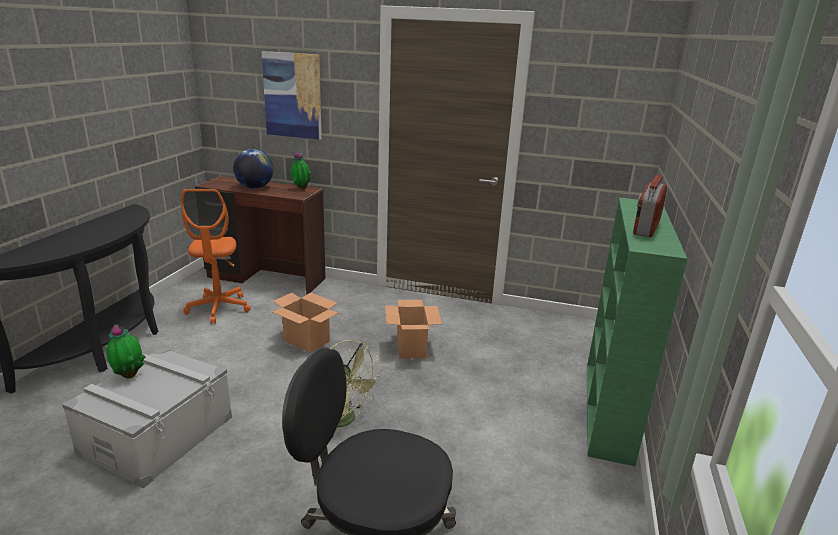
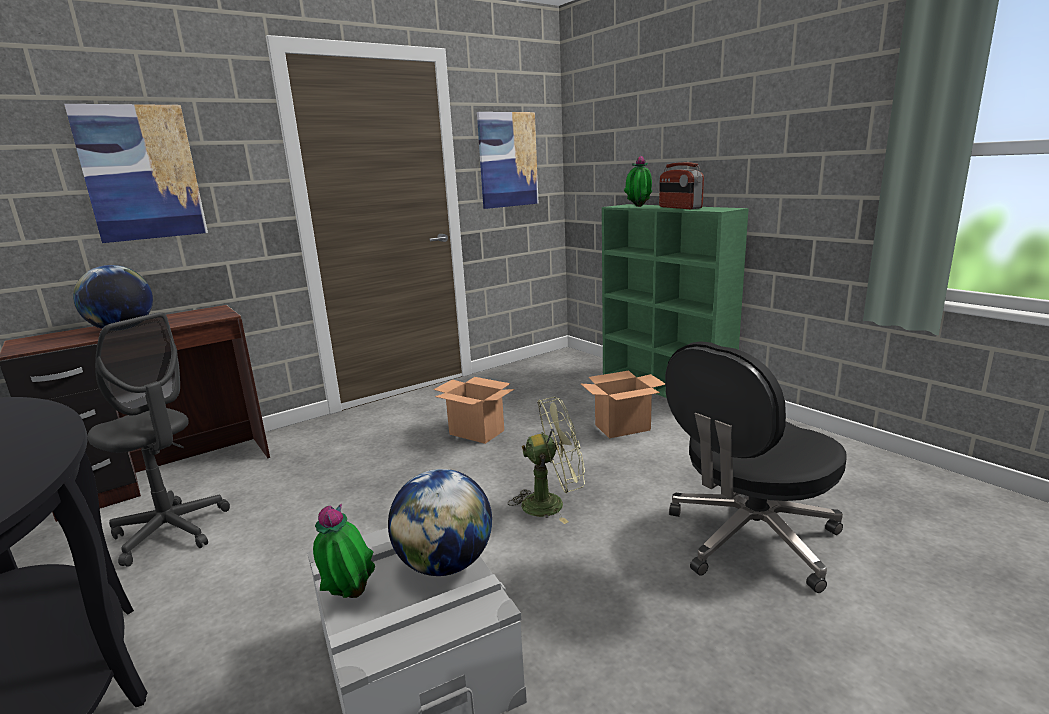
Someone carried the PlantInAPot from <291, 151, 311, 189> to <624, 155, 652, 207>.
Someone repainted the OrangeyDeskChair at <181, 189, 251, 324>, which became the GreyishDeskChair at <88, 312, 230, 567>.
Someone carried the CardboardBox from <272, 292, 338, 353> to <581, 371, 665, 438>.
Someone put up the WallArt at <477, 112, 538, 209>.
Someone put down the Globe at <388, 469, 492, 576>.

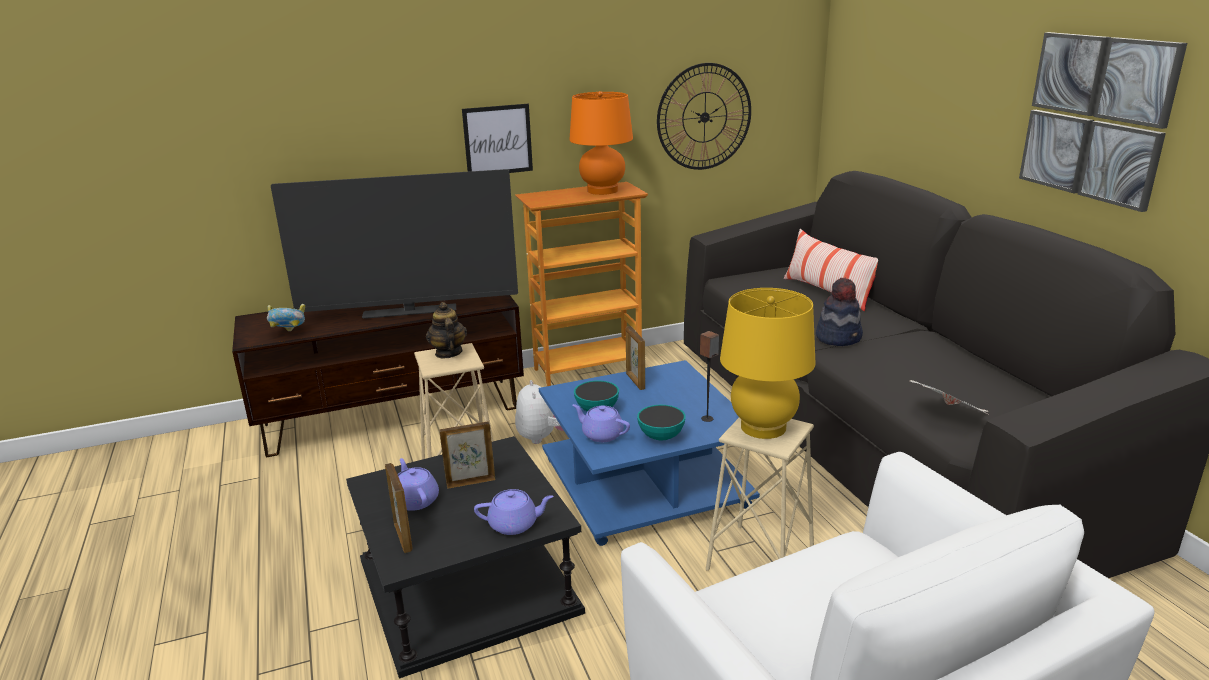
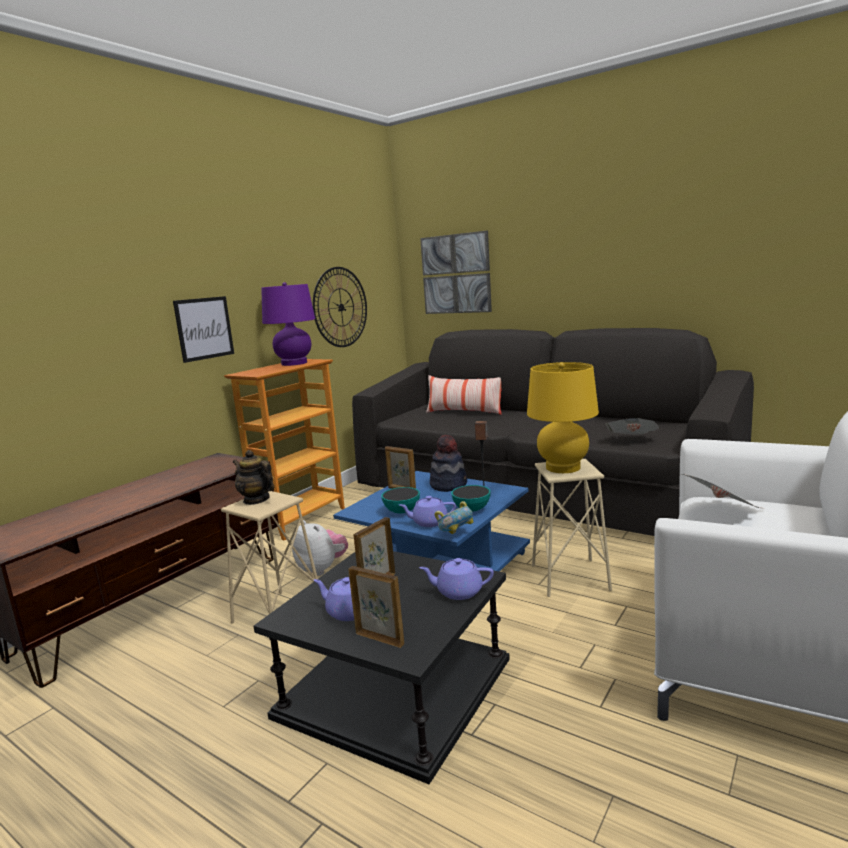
Someone carried the WallArt from <1019, 32, 1187, 212> to <420, 231, 492, 314>.
Someone repainted the OrangeyTableLamp at <569, 91, 633, 195>, which became the PurpleColouredTableLamp at <261, 282, 315, 366>.
Someone took away the Television at <271, 169, 518, 319>.
Someone carried the Hat from <816, 278, 863, 346> to <430, 435, 467, 492>.
Someone carried the DeepDish from <267, 304, 305, 331> to <435, 501, 474, 534>.
Someone rotated the PurpleColouredTeapot at <474, 489, 554, 535> by 135 degrees counterclockwise.
Someone put down the PrintedPaper at <682, 474, 761, 508>.

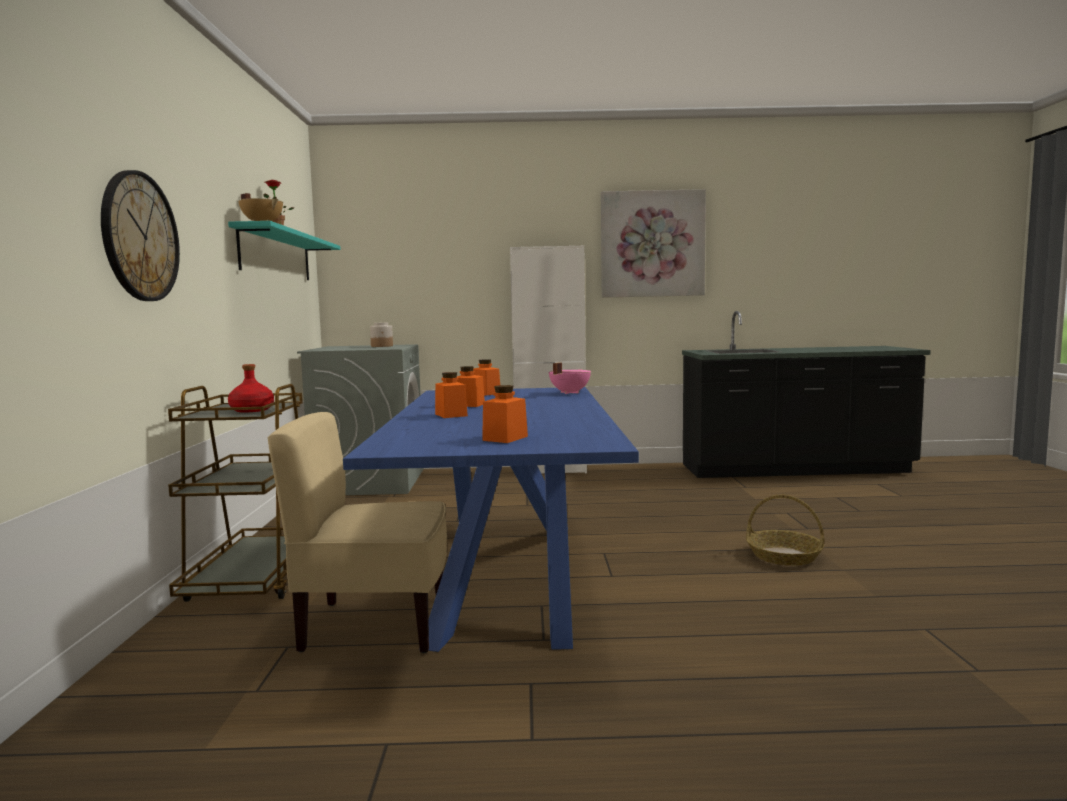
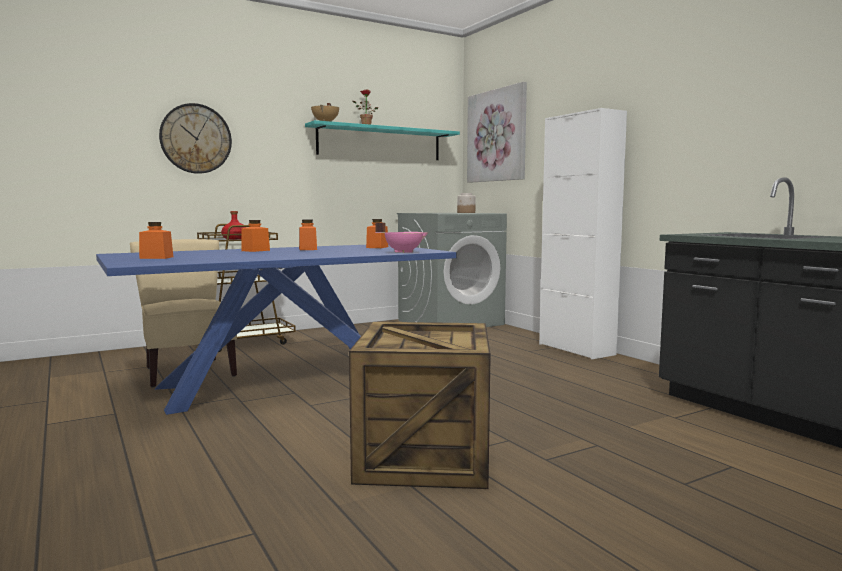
Someone carried the WallArt from <601, 189, 706, 298> to <467, 82, 527, 183>.
Someone swapped the Basket at <746, 495, 825, 566> for the ShippingCrate at <349, 322, 491, 489>.

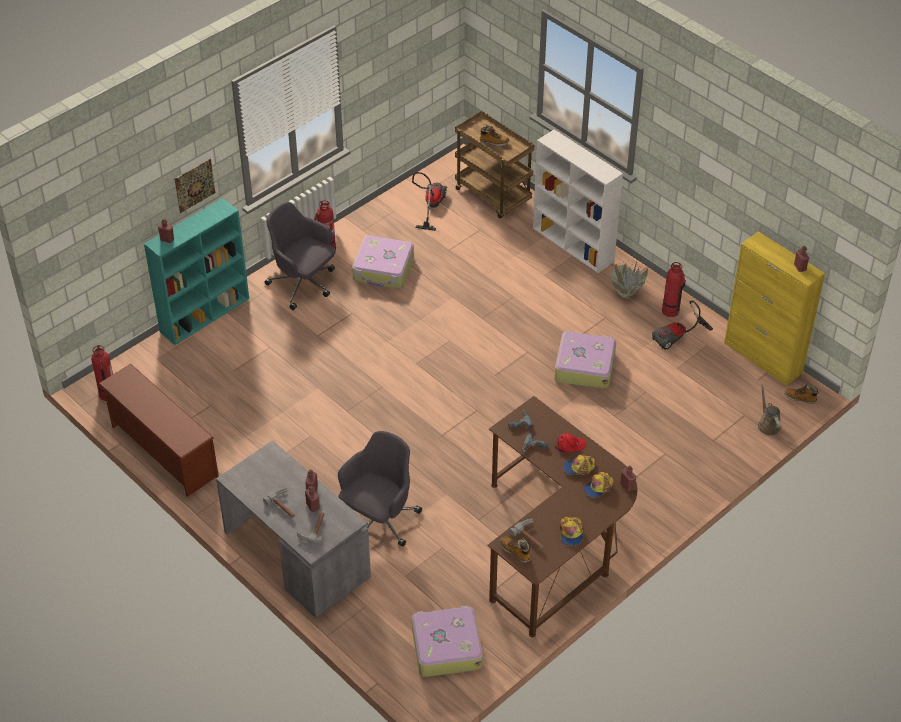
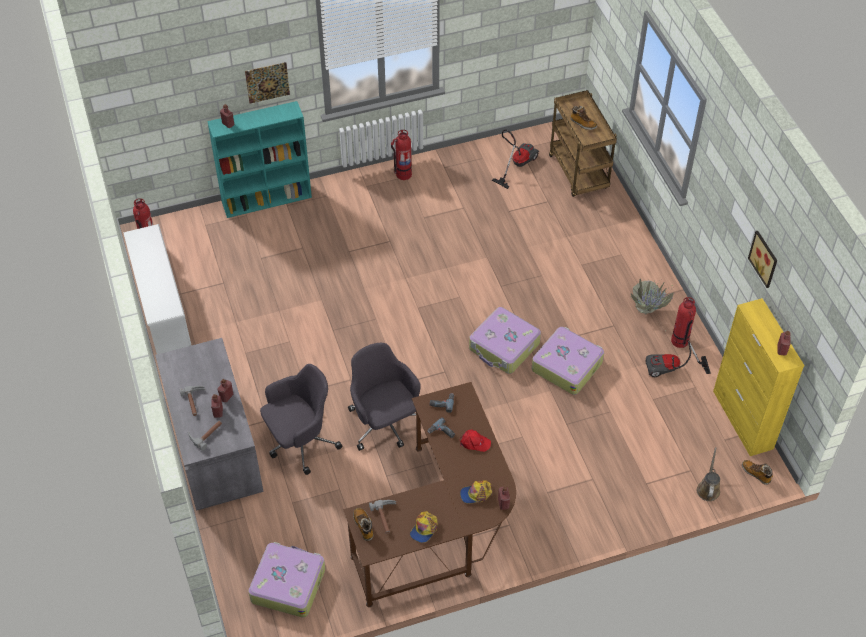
Someone took away the WhiteBookcase at <533, 130, 623, 273>.
Someone carried the GreyishDeskChair from <265, 202, 336, 310> to <348, 343, 421, 451>.
Someone carried the PieceOfLuggage from <352, 235, 414, 289> to <469, 307, 541, 374>.
Someone repainted the BrownShoeStand at <99, 364, 219, 497>, which became the WhiteShoeStand at <123, 224, 192, 354>.
Someone took away the PeakedCap at <563, 455, 595, 475>.
Someone put up the WallArt at <748, 231, 777, 288>.

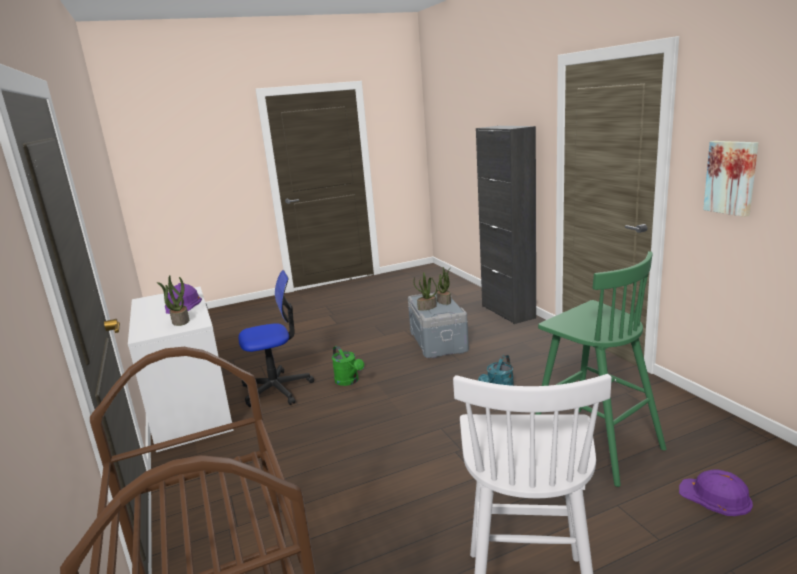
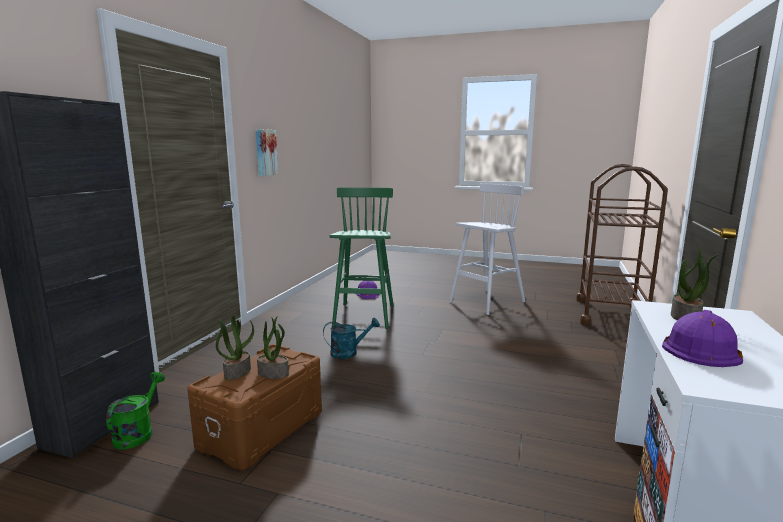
Someone took away the DeskChair at <239, 270, 314, 407>.
Someone repainted the GreyishStorageContainer at <408, 292, 469, 358>, which became the BrownStorageContainer at <187, 344, 322, 470>.
Someone carried the GreenishWateringCan from <332, 346, 364, 386> to <106, 372, 165, 449>.

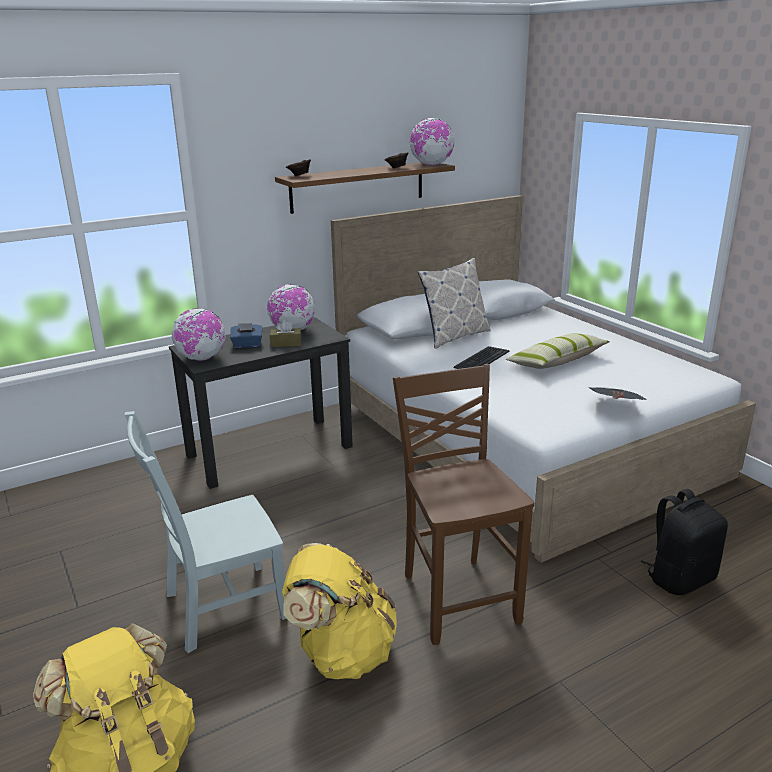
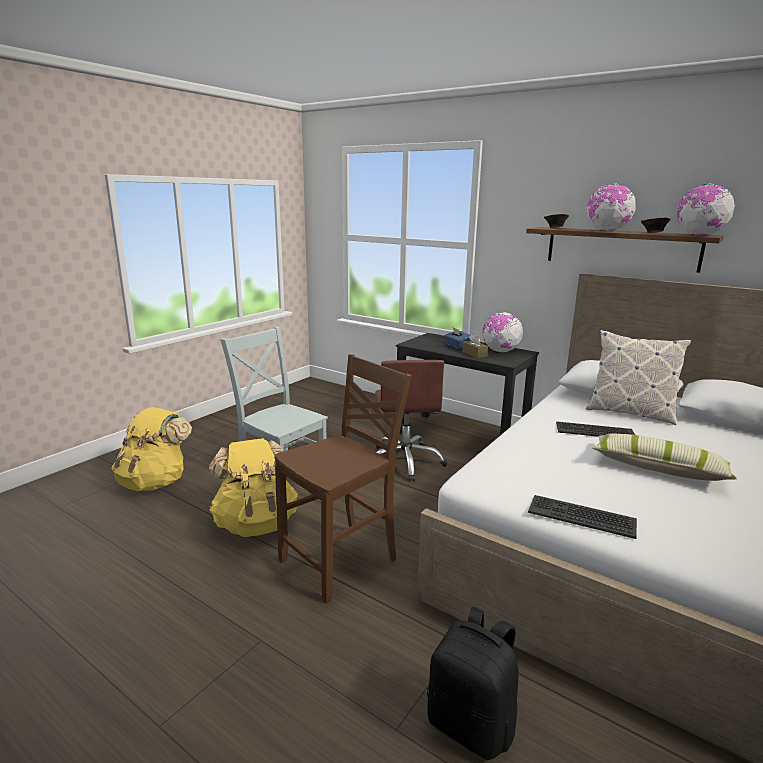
Someone carried the Globe from <172, 308, 226, 361> to <587, 183, 636, 231>.
Someone swapped the PrintedPaper at <588, 387, 647, 400> for the ComputerKeyboard at <528, 495, 637, 539>.
Someone put down the BrownDeskChair at <375, 360, 448, 482>.

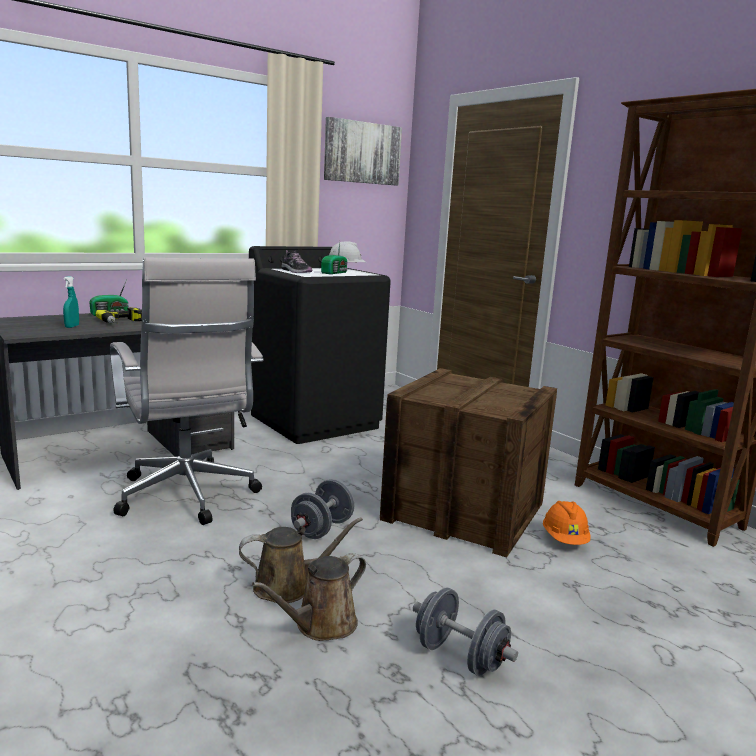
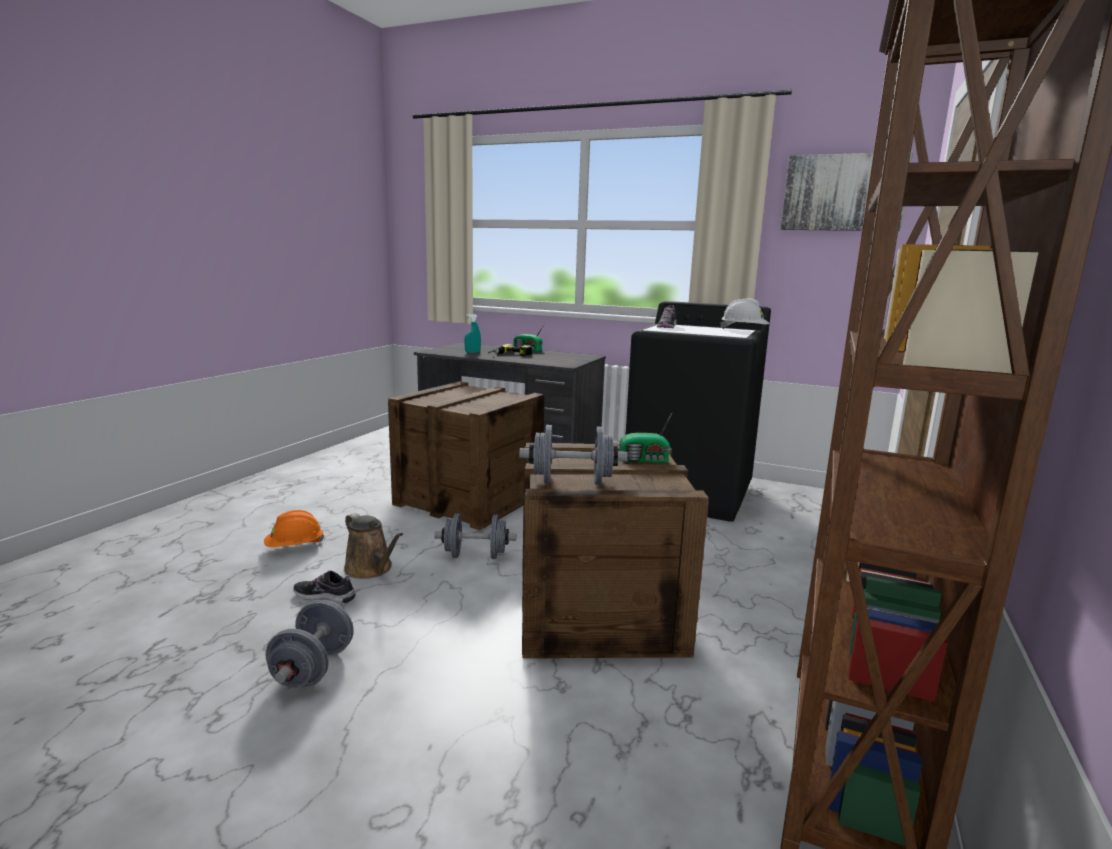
Someone carried the RadioReceiver from <321, 241, 348, 274> to <620, 413, 672, 463>.
Someone swapped the WhiteDeskChair at <110, 258, 263, 525> for the ShippingCrate at <388, 381, 545, 530>.
Someone carried the OrangeyHardHat from <543, 501, 591, 545> to <264, 510, 324, 547>.
Someone swapped the BrownWateringCan at <252, 553, 366, 641> for the ItemOfFootwear at <293, 570, 356, 603>.
Someone put down the GreyishDumbbell at <519, 425, 628, 485>.

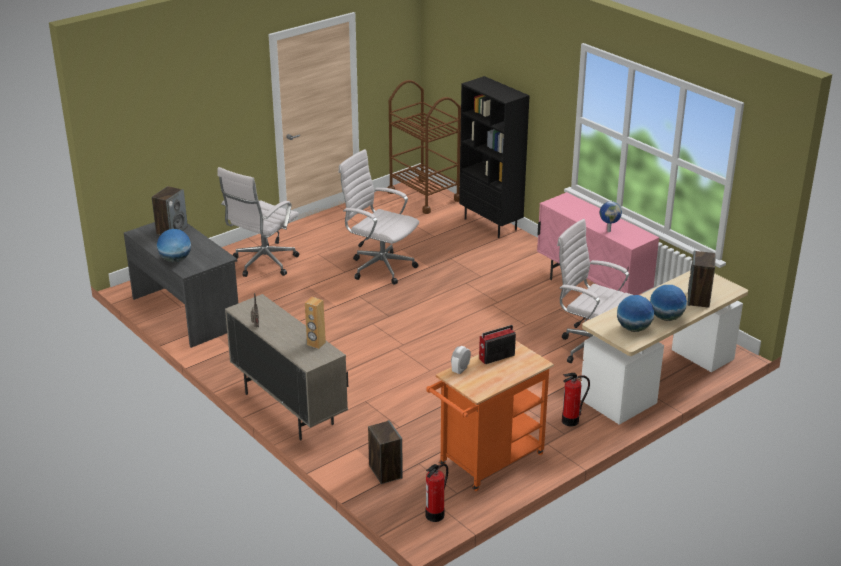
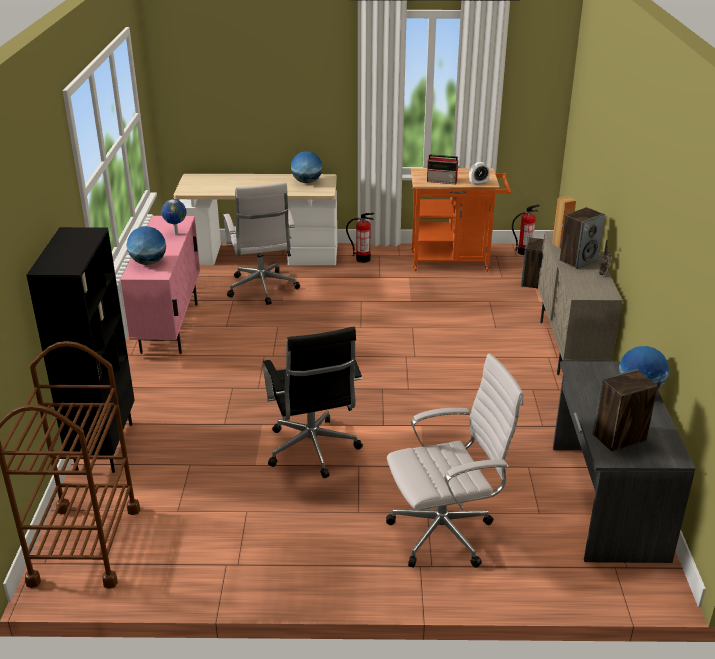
Someone repainted the WhiteDeskChair at <338, 149, 419, 285>, which became the BlackDeskChair at <263, 327, 363, 478>.
Someone carried the Speaker from <687, 250, 716, 308> to <560, 207, 605, 269>.
Someone carried the Globe from <650, 285, 687, 321> to <126, 226, 166, 265>.

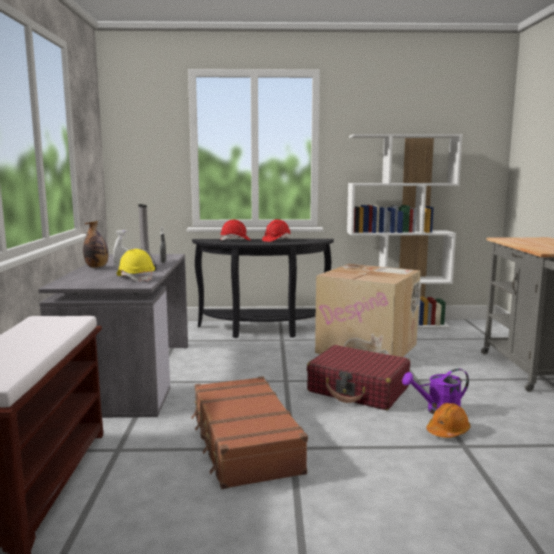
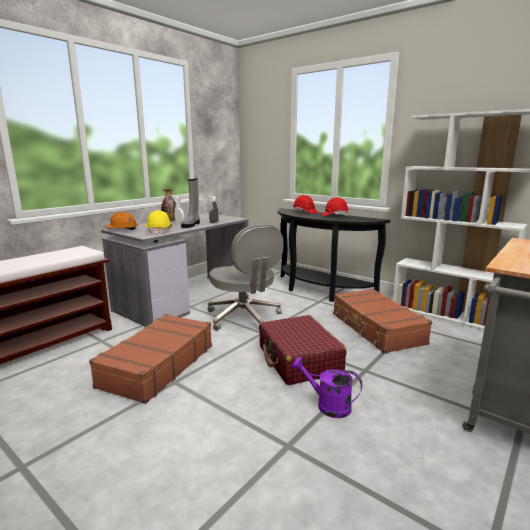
Someone swapped the CardboardBox at <315, 264, 421, 357> for the BrownPieceOfLuggage at <333, 289, 432, 353>.
Someone carried the OrangeyHardHat from <426, 403, 471, 438> to <105, 212, 138, 230>.
Someone put down the GreyishDeskChair at <208, 224, 284, 331>.

